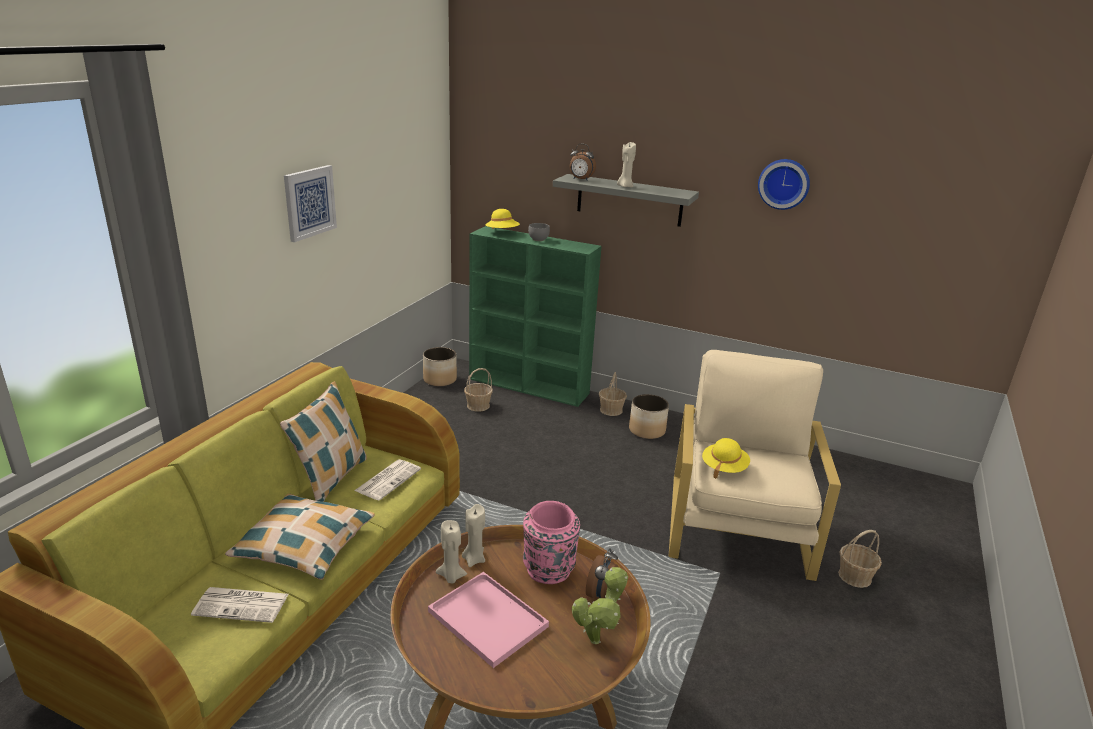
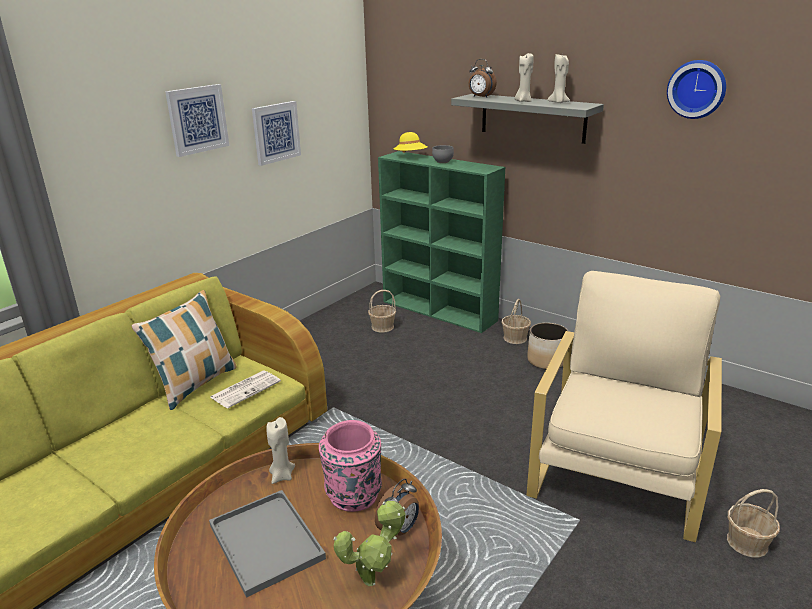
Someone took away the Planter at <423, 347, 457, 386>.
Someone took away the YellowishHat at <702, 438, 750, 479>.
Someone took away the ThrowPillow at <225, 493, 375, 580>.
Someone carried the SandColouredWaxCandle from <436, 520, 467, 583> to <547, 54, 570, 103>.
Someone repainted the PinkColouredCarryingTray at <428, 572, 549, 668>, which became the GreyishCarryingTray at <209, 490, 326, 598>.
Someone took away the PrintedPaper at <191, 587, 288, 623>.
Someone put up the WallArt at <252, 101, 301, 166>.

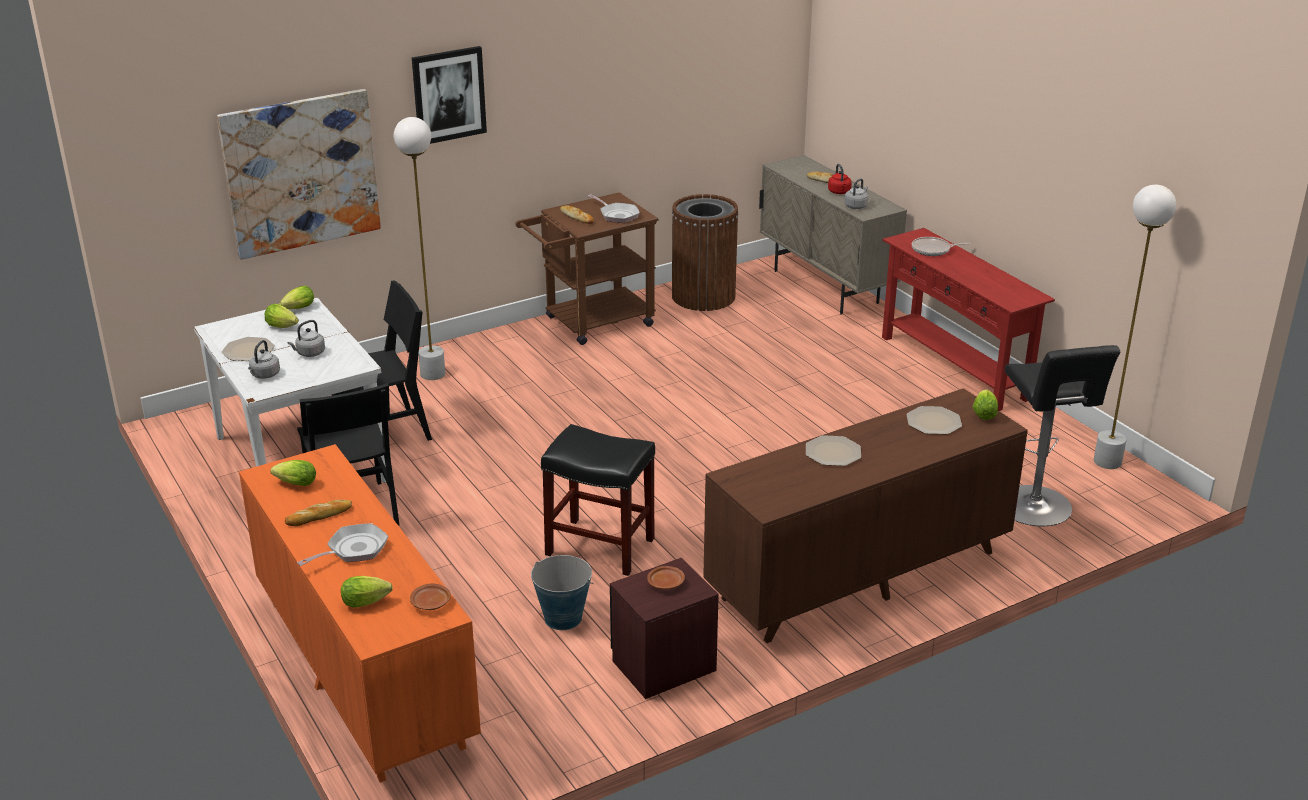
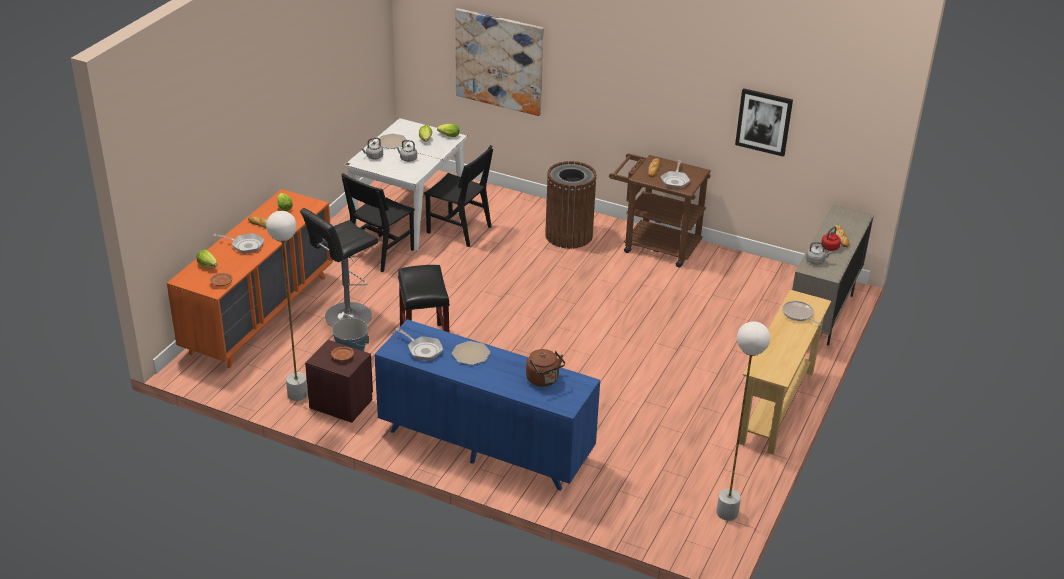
Someone carried the WallArt from <412, 46, 487, 144> to <735, 88, 793, 157>.
Someone carried the WhiteStandingLamp from <394, 117, 445, 380> to <266, 211, 308, 401>.
Someone carried the BrownWasteBin from <672, 194, 739, 311> to <545, 161, 597, 249>.
Someone repainted the RedNarrowTable at <882, 228, 1055, 411>, which became the SandColouredNarrowTable at <739, 290, 831, 455>.
Someone carried the BlackStoolSeat from <1005, 345, 1120, 526> to <300, 208, 378, 327>.
Someone repainted the BrownChestOfDrawers at <703, 388, 1028, 643>, which became the BlueColouredChestOfDrawers at <374, 319, 600, 491>.
Someone took away the HeadOfLettuce at <973, 390, 998, 420>.
Someone swapped the Plate at <906, 406, 962, 434> for the BrownTeaKettle at <526, 349, 565, 387>.
Someone put down the Skillet at <396, 328, 443, 360>.

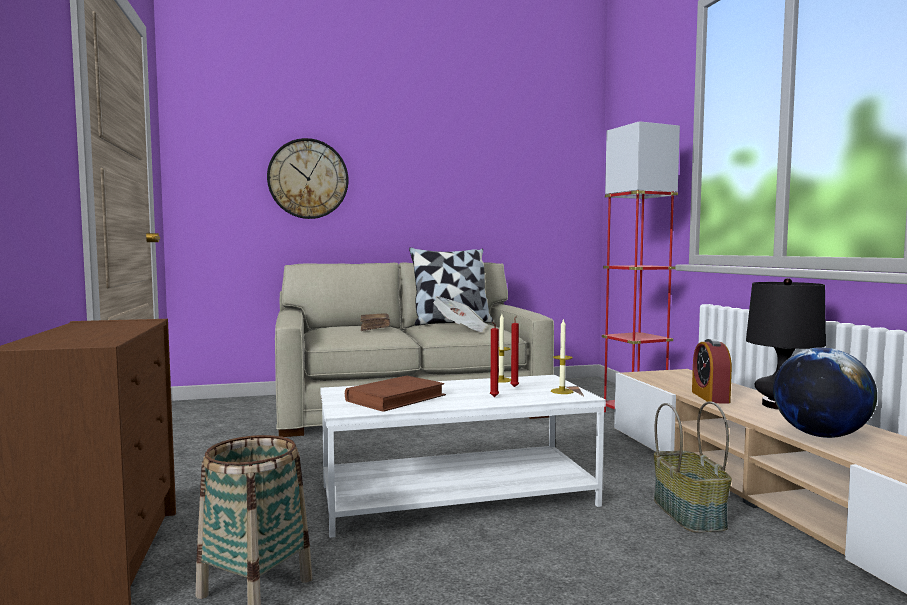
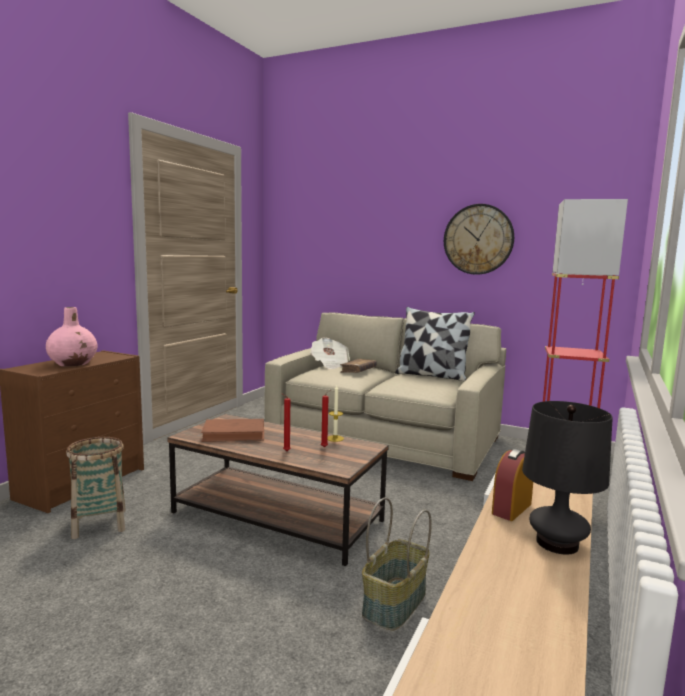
Someone carried the WallClock from <267, 138, 348, 219> to <444, 204, 514, 275>.
Someone carried the PrintedPaper from <433, 296, 488, 332> to <310, 338, 350, 369>.
Someone took away the WaxCandle at <551, 320, 574, 394>.
Someone took away the Globe at <773, 347, 877, 438>.
Someone repainted the WhiteLoungeTable at <320, 375, 606, 538>, which became the BrownLoungeTable at <167, 414, 389, 566>.
Someone put down the PinkColouredDecorativeVase at <46, 307, 97, 367>.

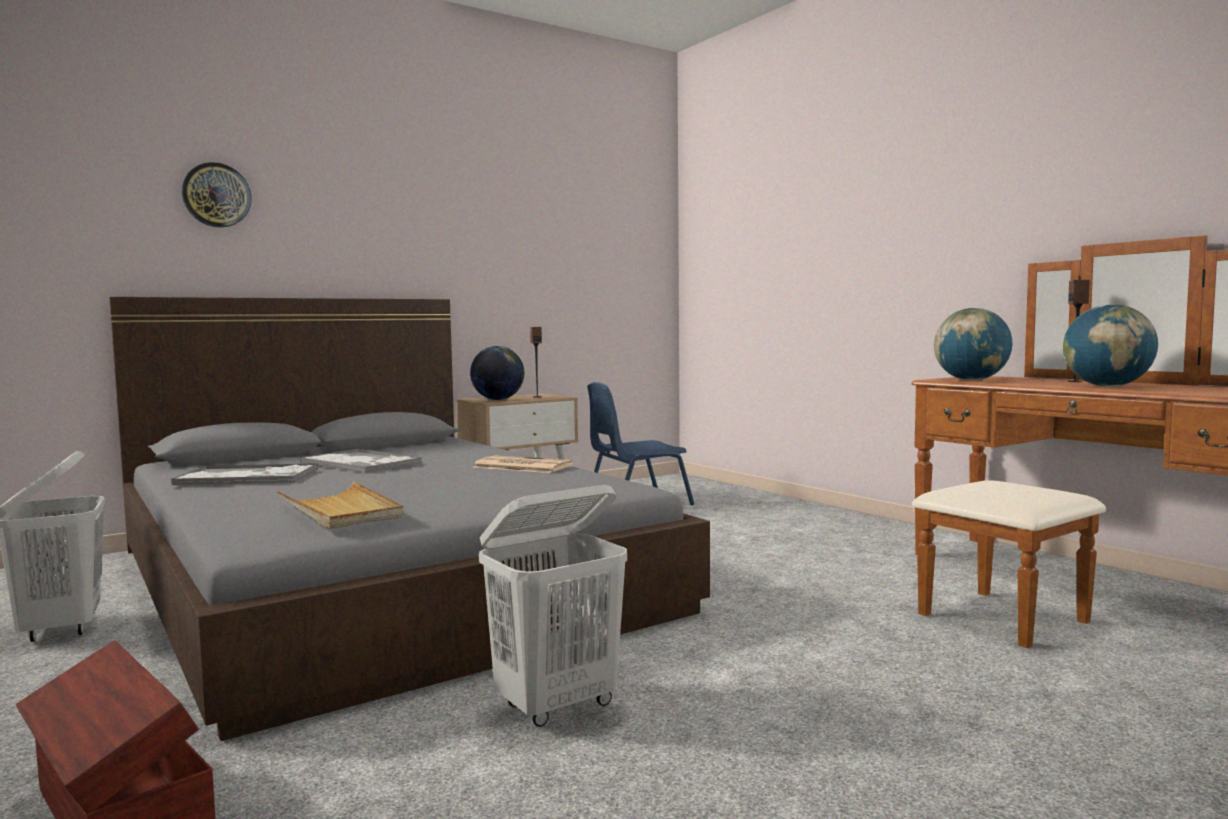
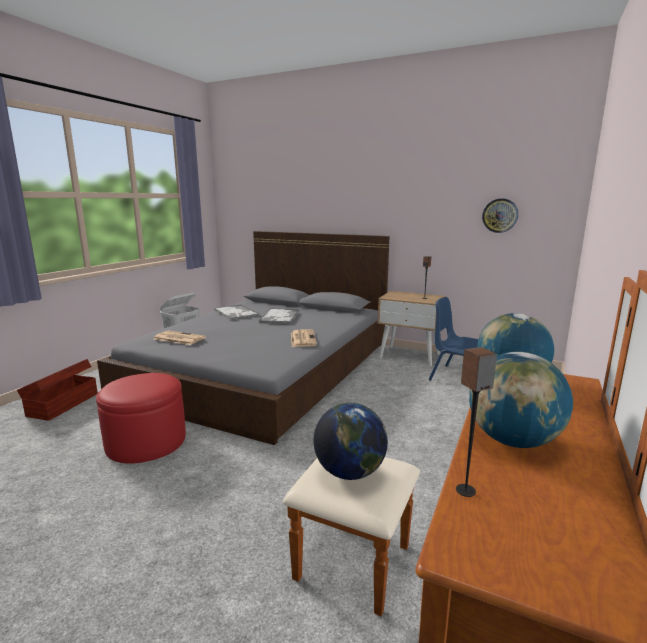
Someone carried the WallClock from <182, 162, 252, 228> to <482, 198, 518, 233>.
Someone carried the Speaker from <1067, 280, 1090, 382> to <456, 347, 497, 497>.
Someone carried the Globe from <470, 346, 524, 400> to <313, 403, 388, 480>.
Someone swapped the SandColouredCarryingTray at <277, 481, 404, 529> for the PrintedPaper at <154, 330, 206, 345>.
Someone swapped the WhiteHamper at <479, 485, 627, 727> for the RedPouffe at <96, 373, 186, 464>.

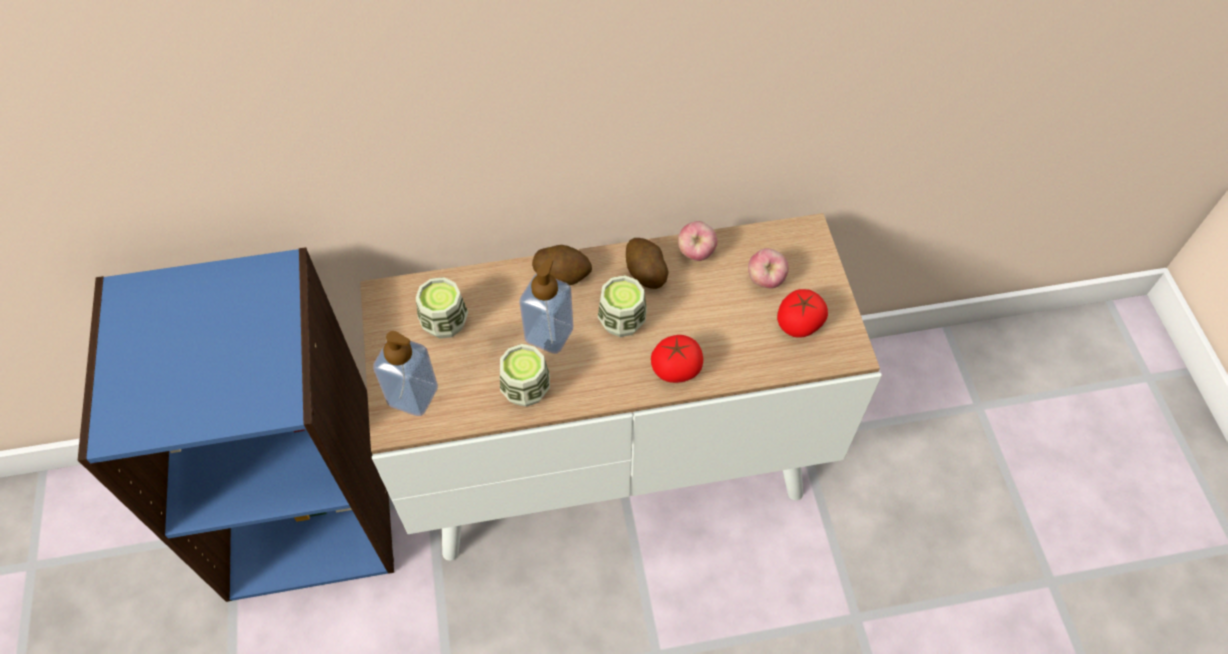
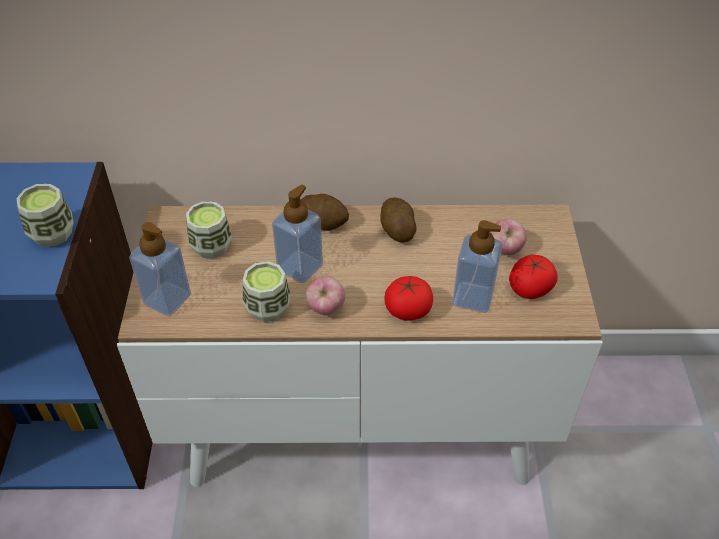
Someone carried the WholeApple from <678, 221, 717, 261> to <306, 276, 345, 315>.
Someone carried the SmallCup from <598, 275, 647, 337> to <16, 184, 74, 247>.
Someone put down the SoapBottle at <452, 220, 502, 313>.

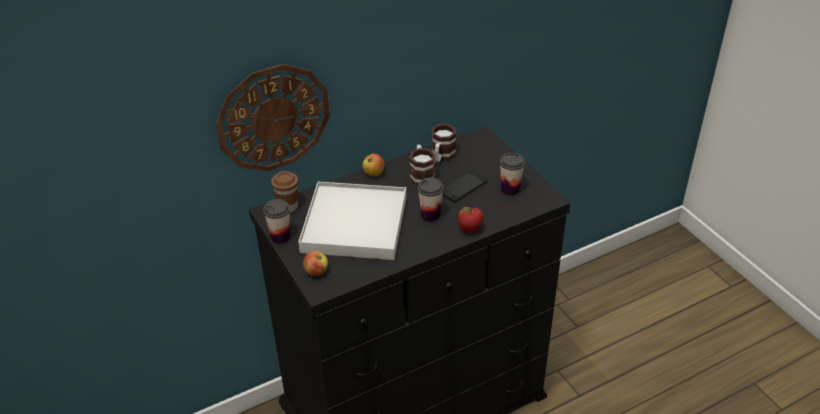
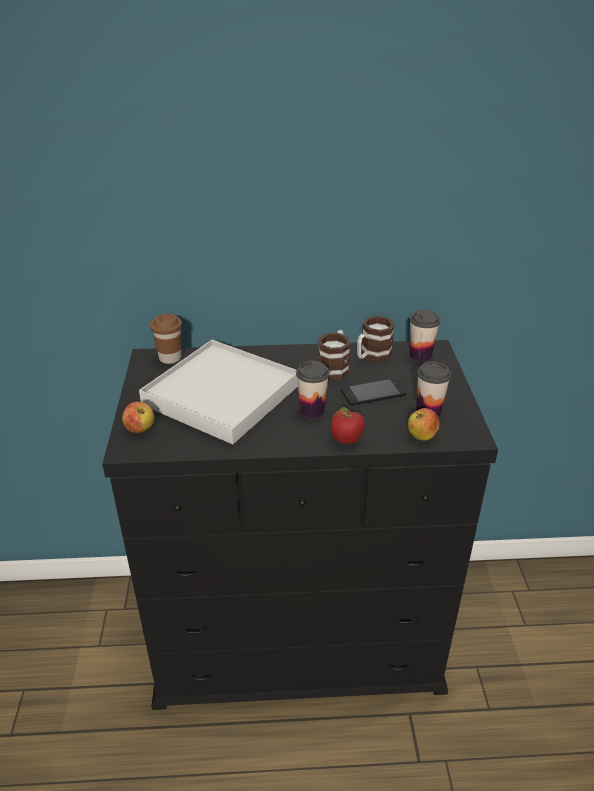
Someone took away the WallClock at <216, 64, 330, 171>.
Someone carried the WholeApple from <362, 154, 384, 177> to <408, 408, 440, 441>.
Someone carried the SmallCup from <263, 199, 291, 244> to <410, 310, 440, 362>.

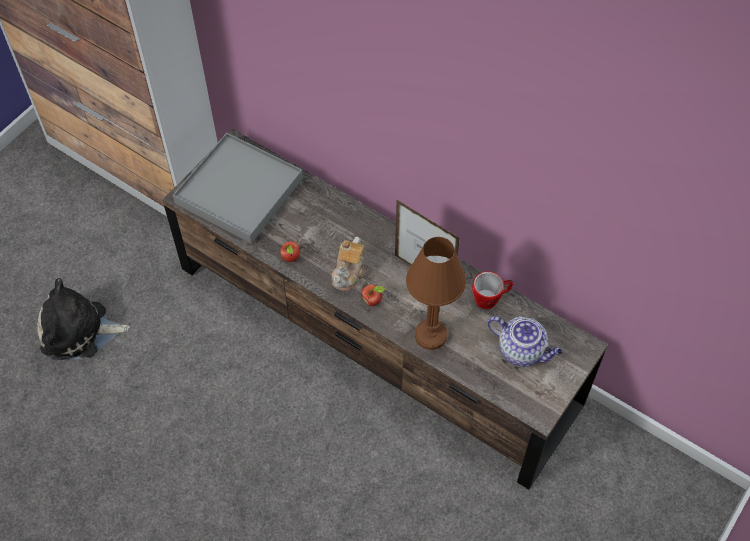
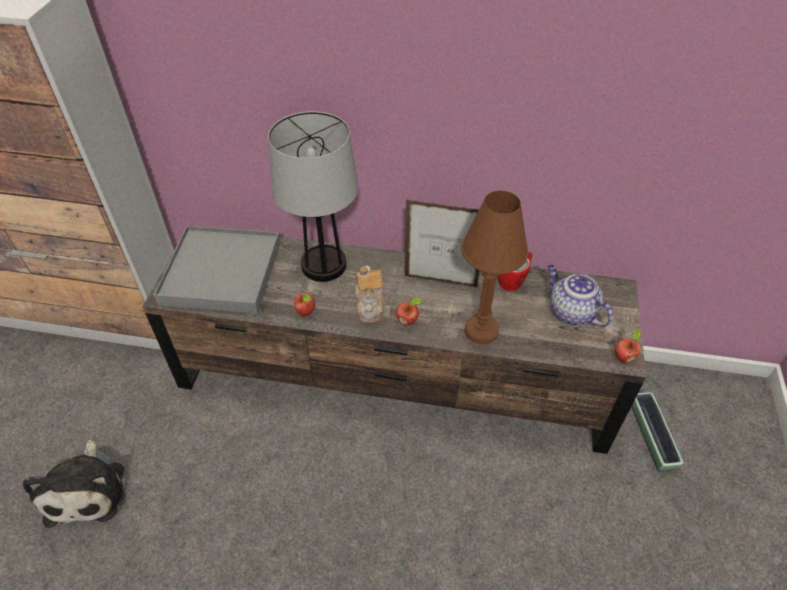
Someone rotated the SoftToy at <37, 278, 130, 360> by 75 degrees counterclockwise.
Someone rotated the Teapot at <488, 316, 563, 367> by 135 degrees counterclockwise.
Someone put down the TableLamp at <268, 111, 358, 282>.
Someone put down the WholeApple at <615, 328, 641, 363>.
Someone put down the Planter at <632, 392, 683, 472>.

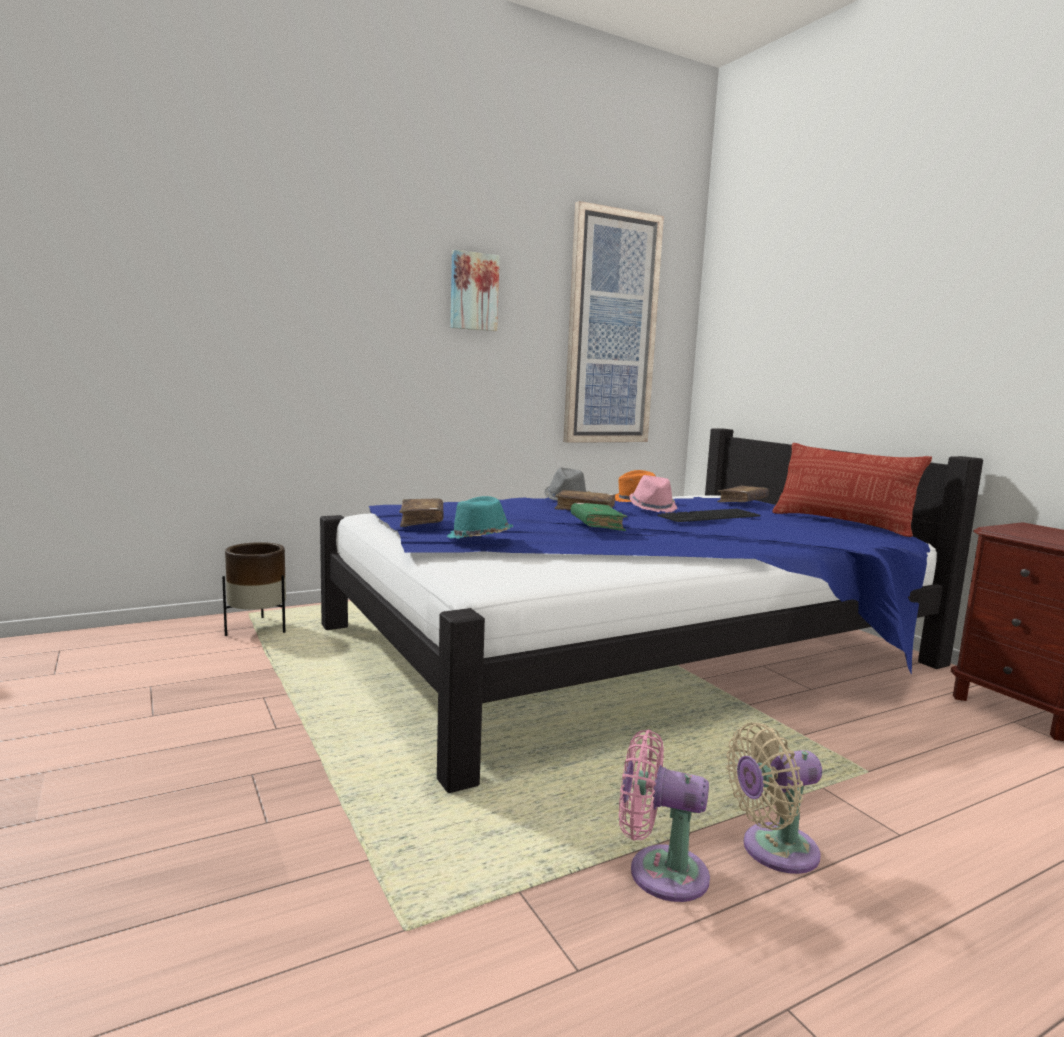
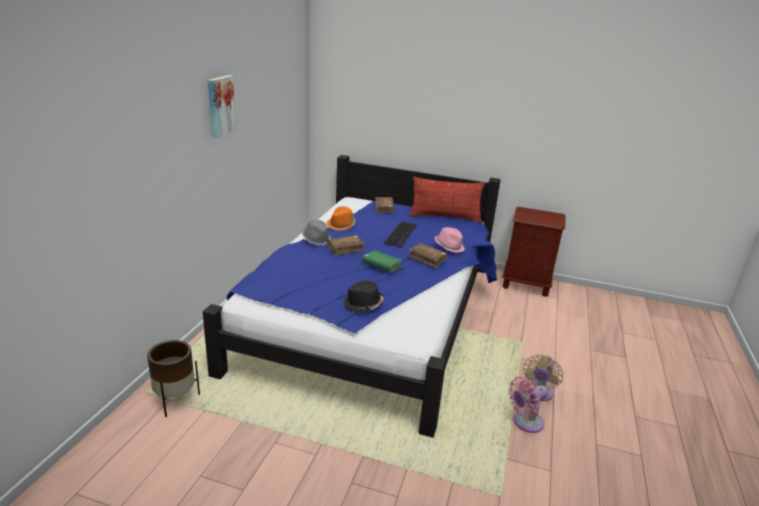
Someone took away the WallArt at <563, 201, 664, 443>.
Someone carried the PinkColouredHat from <629, 475, 677, 513> to <435, 227, 465, 253>.
Someone repainted the BlueGreenHat at <447, 496, 513, 539>, which became the BlackHat at <343, 281, 384, 313>.
Someone carried the BrownBoundBook from <399, 498, 444, 527> to <408, 243, 448, 268>.

